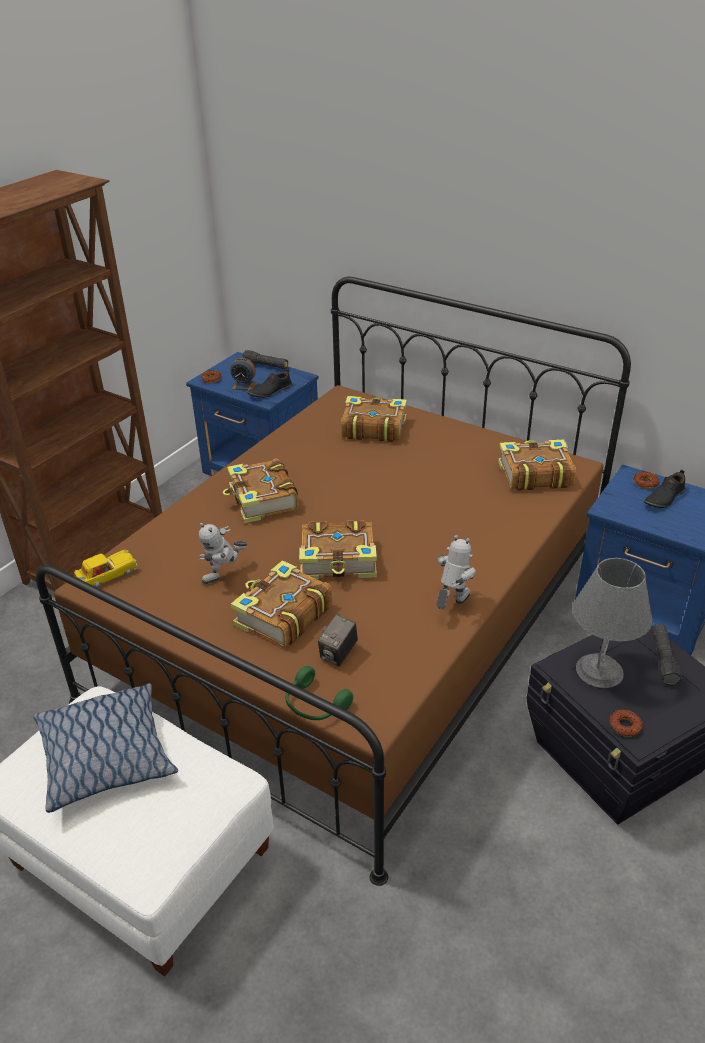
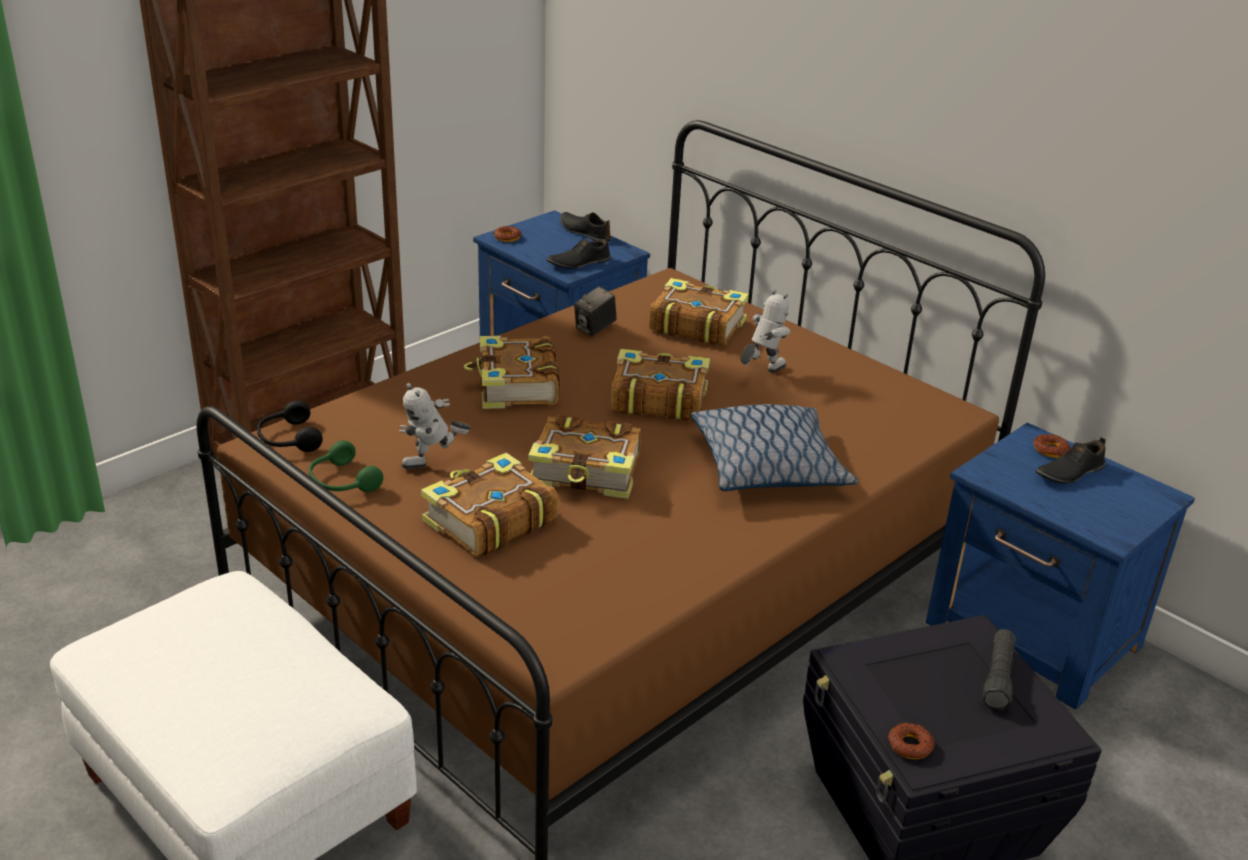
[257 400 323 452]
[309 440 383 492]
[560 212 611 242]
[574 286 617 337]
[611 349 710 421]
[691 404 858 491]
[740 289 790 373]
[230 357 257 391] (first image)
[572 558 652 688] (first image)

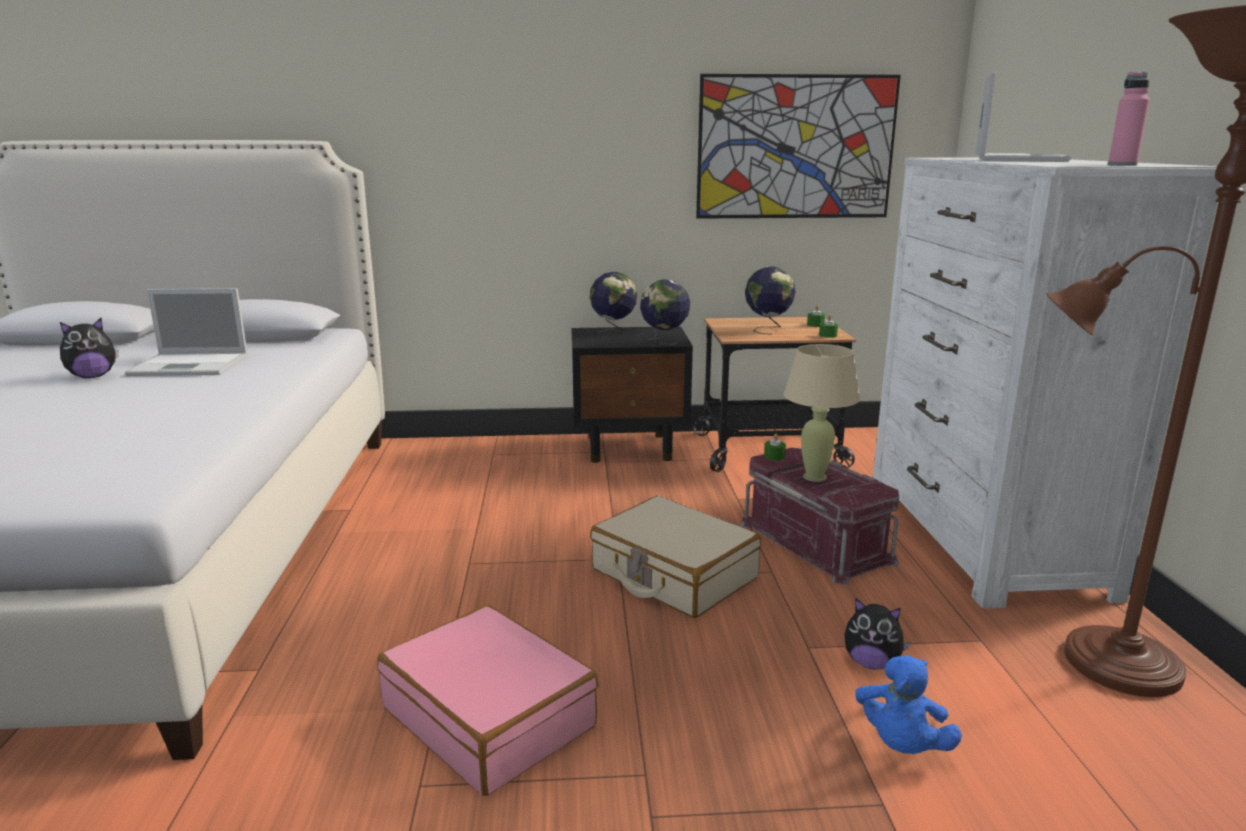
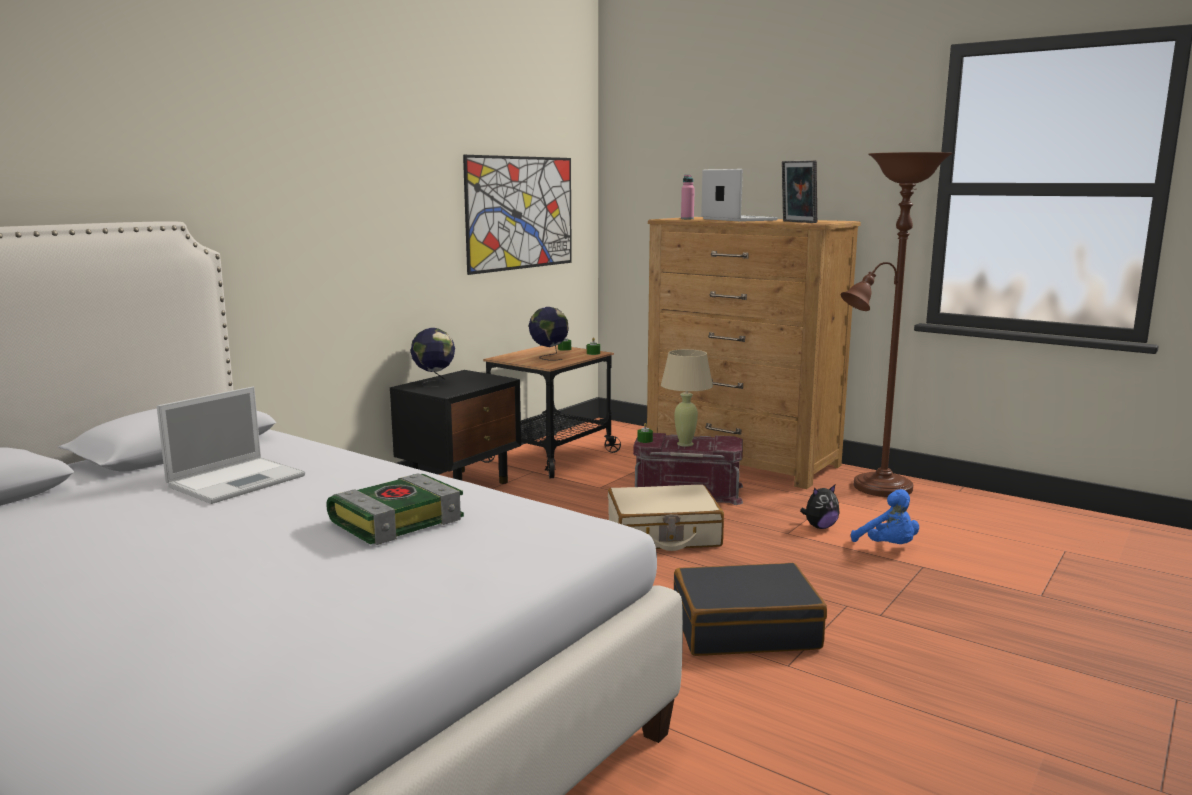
[326 473 464 545]
[647 217 861 489]
[674 563 827 656]
[681 175 695 219]
[782 160 817 223]
[60 318 119 378] (first image)
[640 279 690 346] (first image)

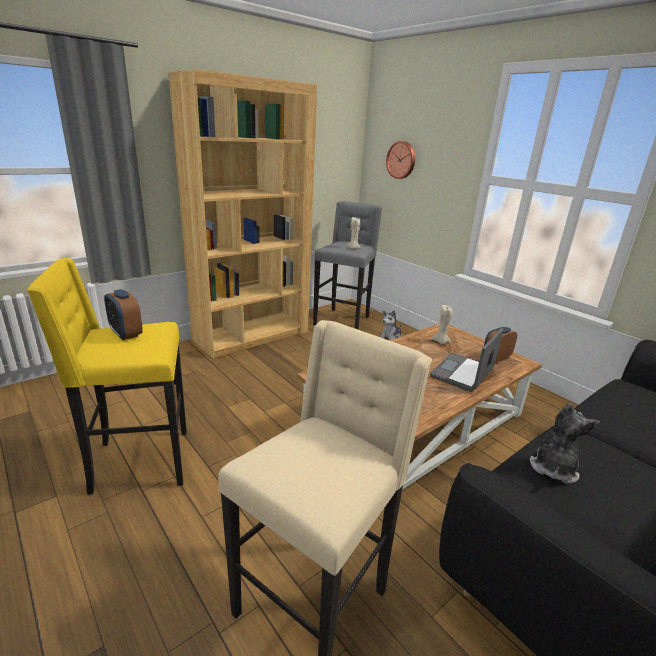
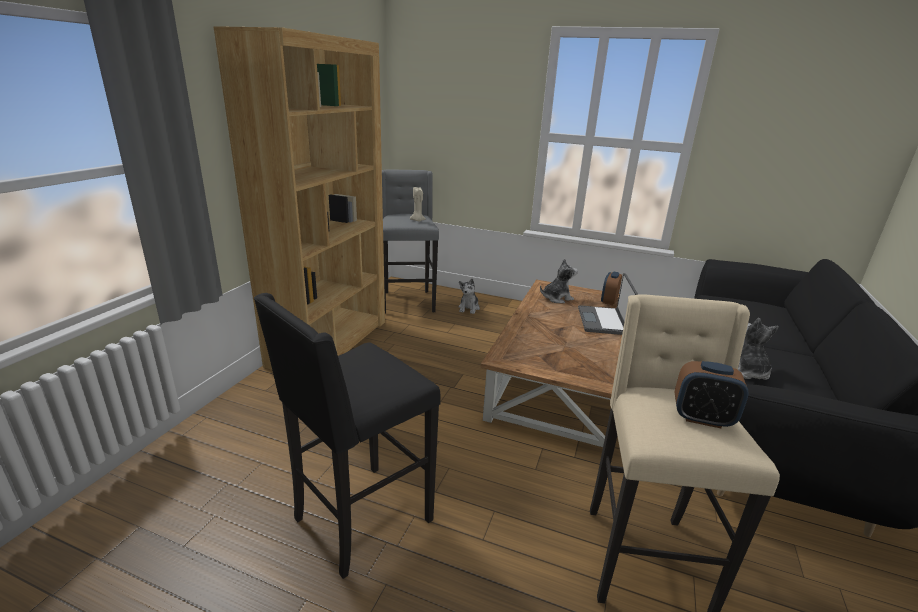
[254 293 440 579]
[540 258 578 303]
[675 361 749 428]
[386 141 415 179] (first image)

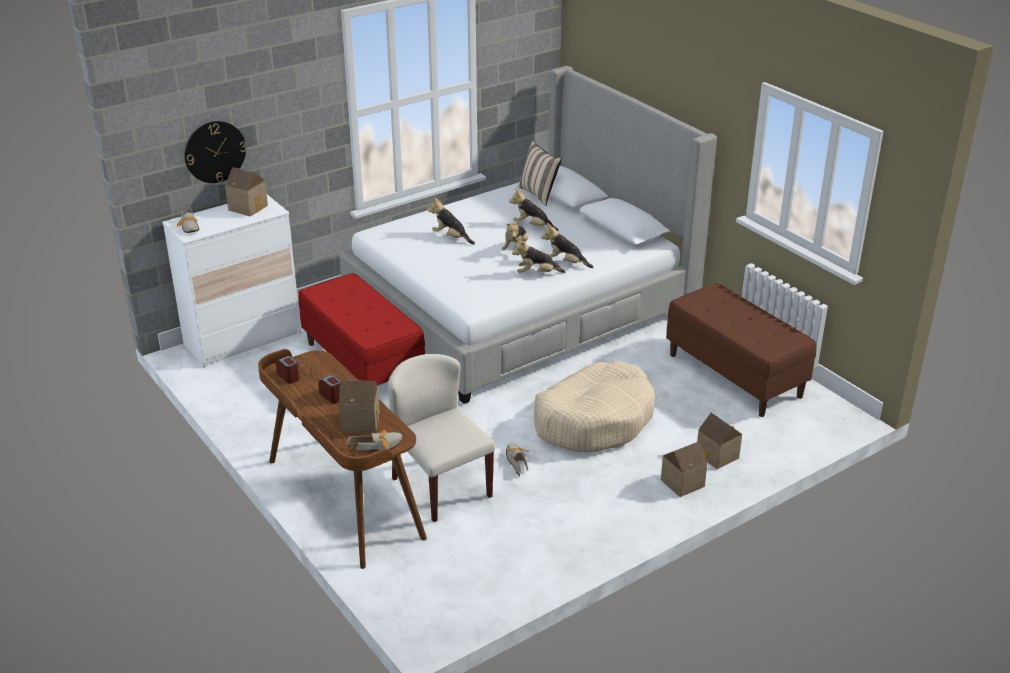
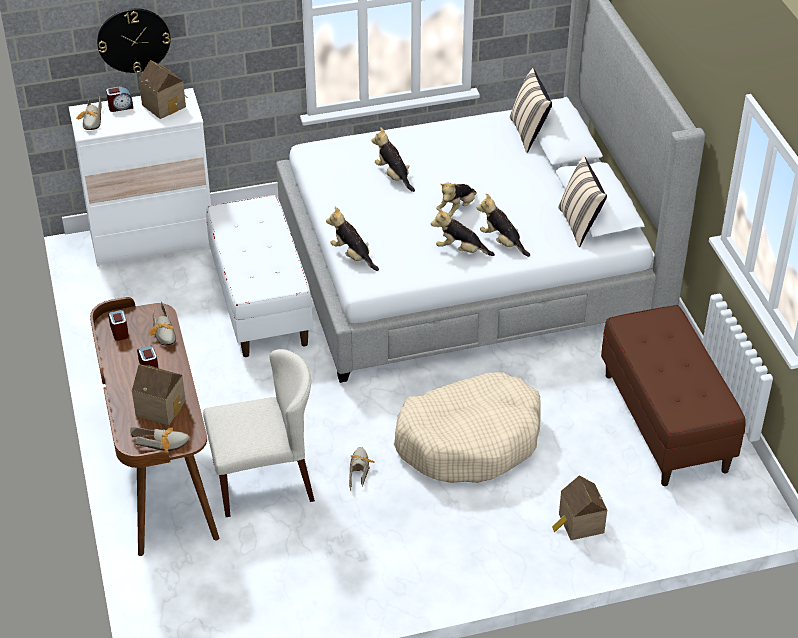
[106 86 133 112]
[149 302 176 345]
[203 349 315 517]
[206 195 313 357]
[326 207 379 271]
[558 157 607 247]
[661 441 708 497] (first image)

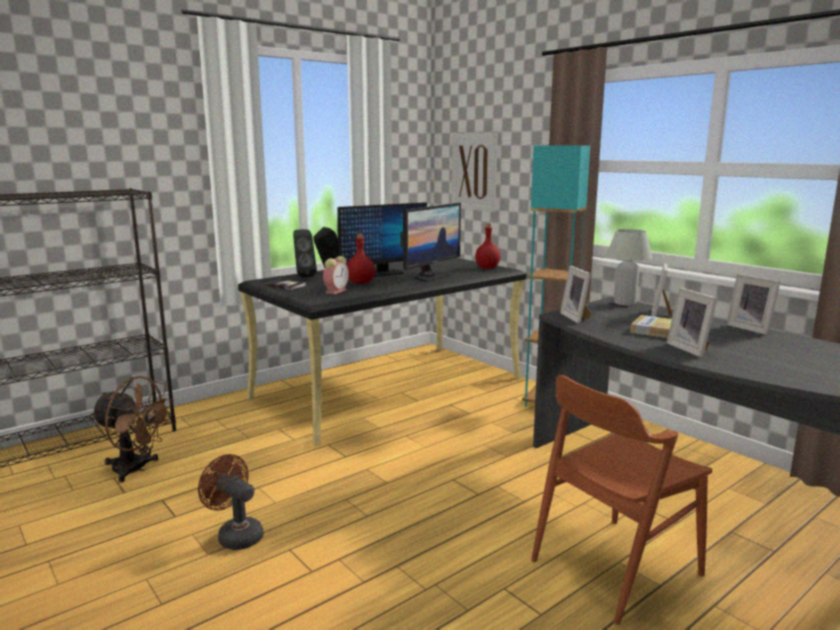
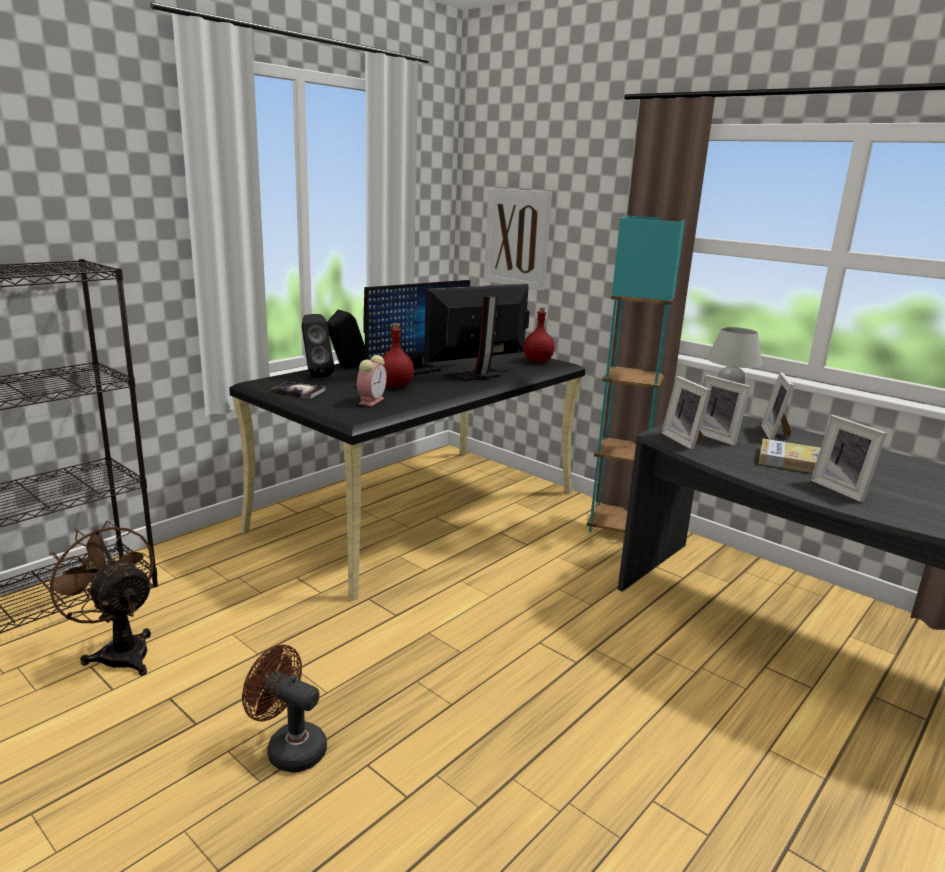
[42 521 154 676]
[424 284 530 381]
[700 375 751 446]
[531 375 712 625] (first image)

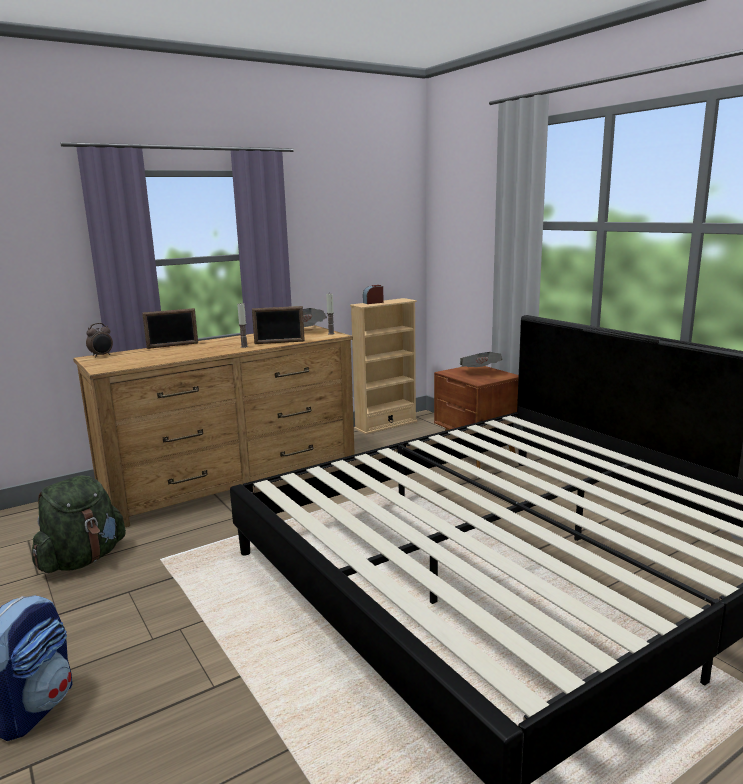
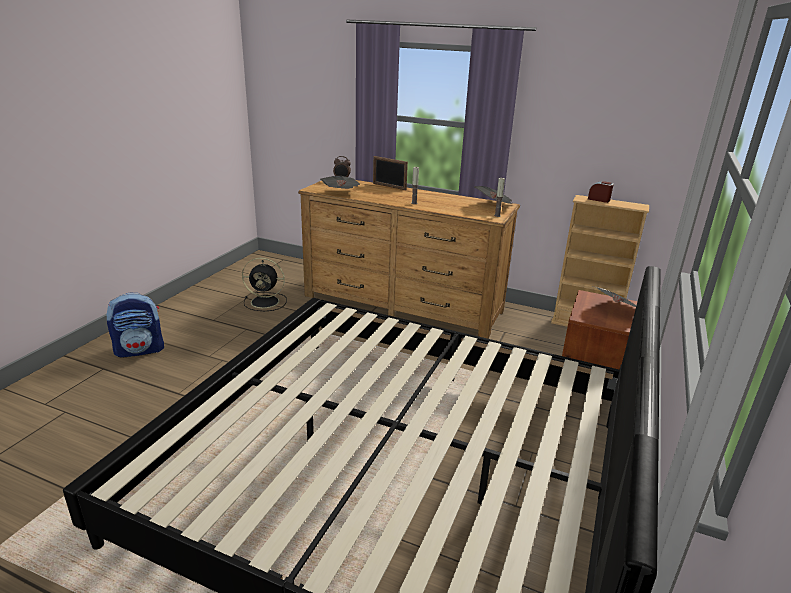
[242 258 287 311]
[320 176 360 189]
[252 306 305 344] (first image)

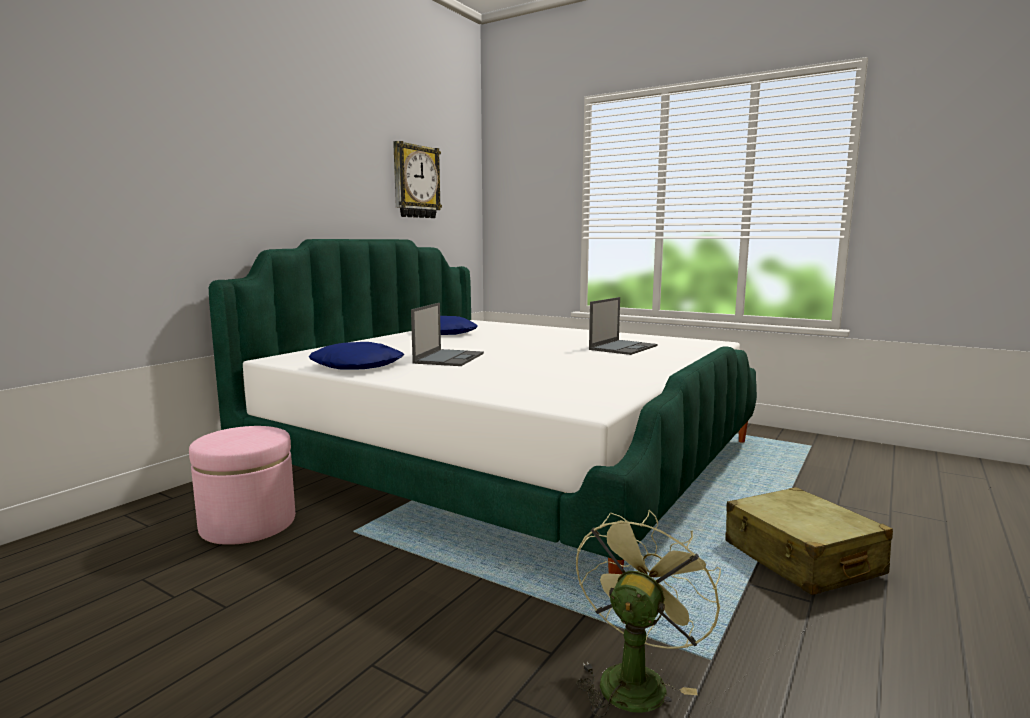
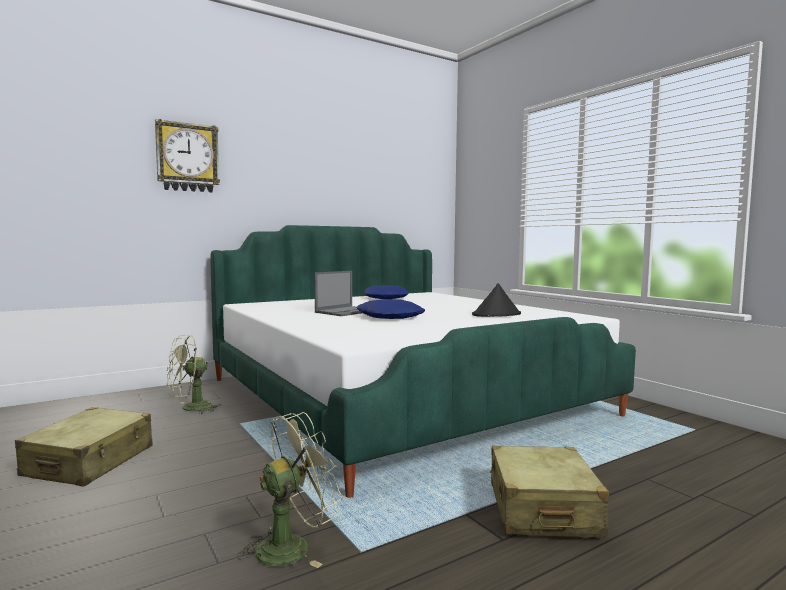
[15 407 153 487]
[155 119 220 192]
[167 335 222 415]
[356 299 425 319]
[472 283 521 317]

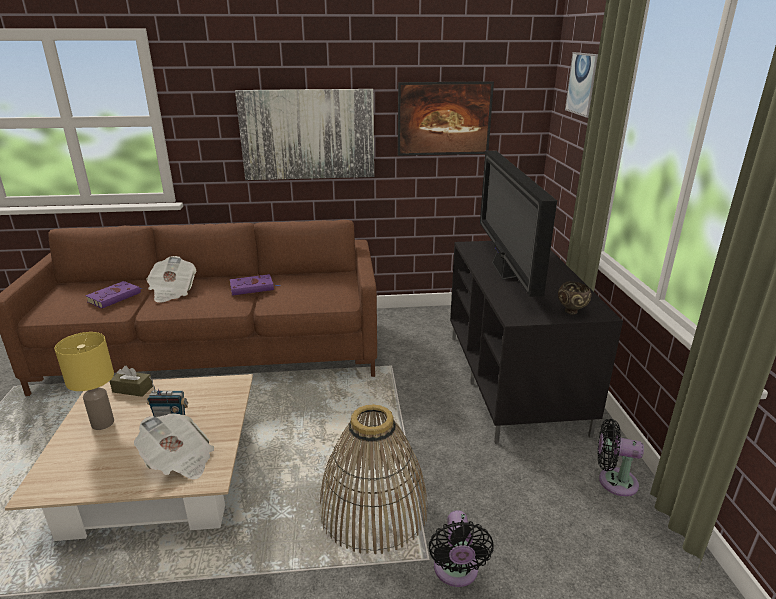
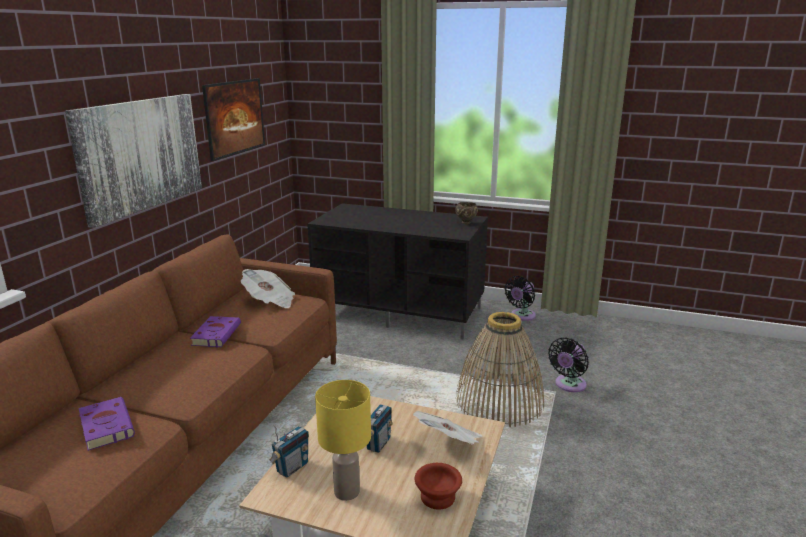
[241 269 295 308]
[270 424 309 478]
[415 463 462 510]
[548 337 589 392]
[480 151 557 297] (first image)
[565 52 598 118] (first image)

